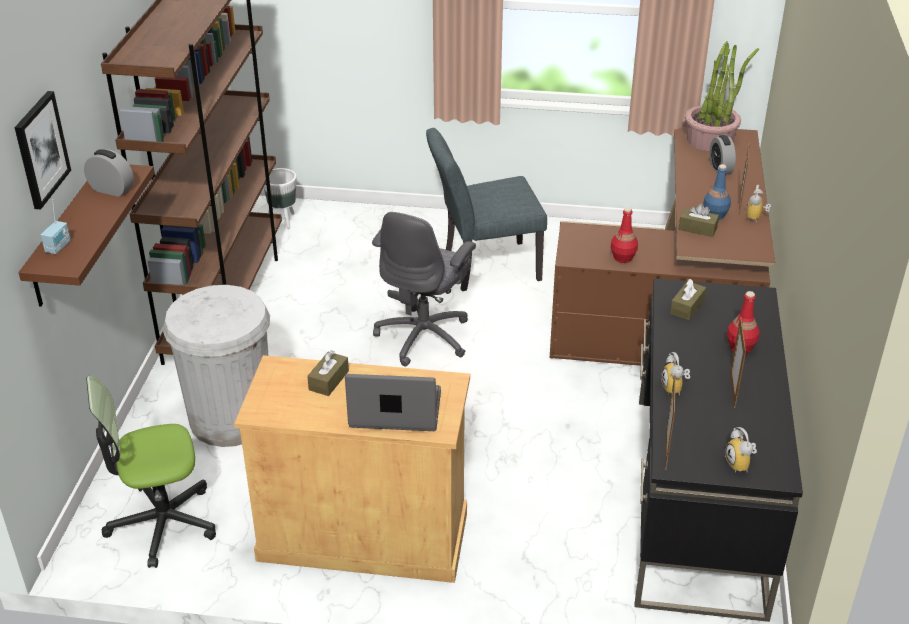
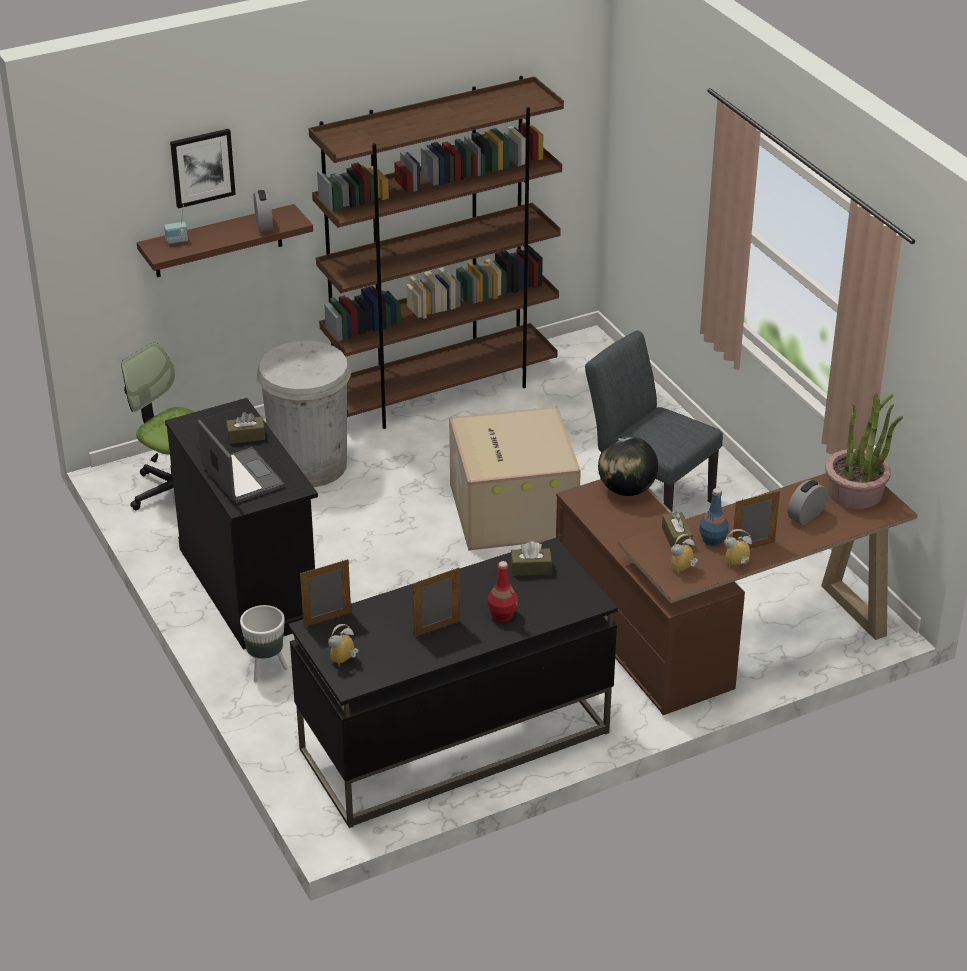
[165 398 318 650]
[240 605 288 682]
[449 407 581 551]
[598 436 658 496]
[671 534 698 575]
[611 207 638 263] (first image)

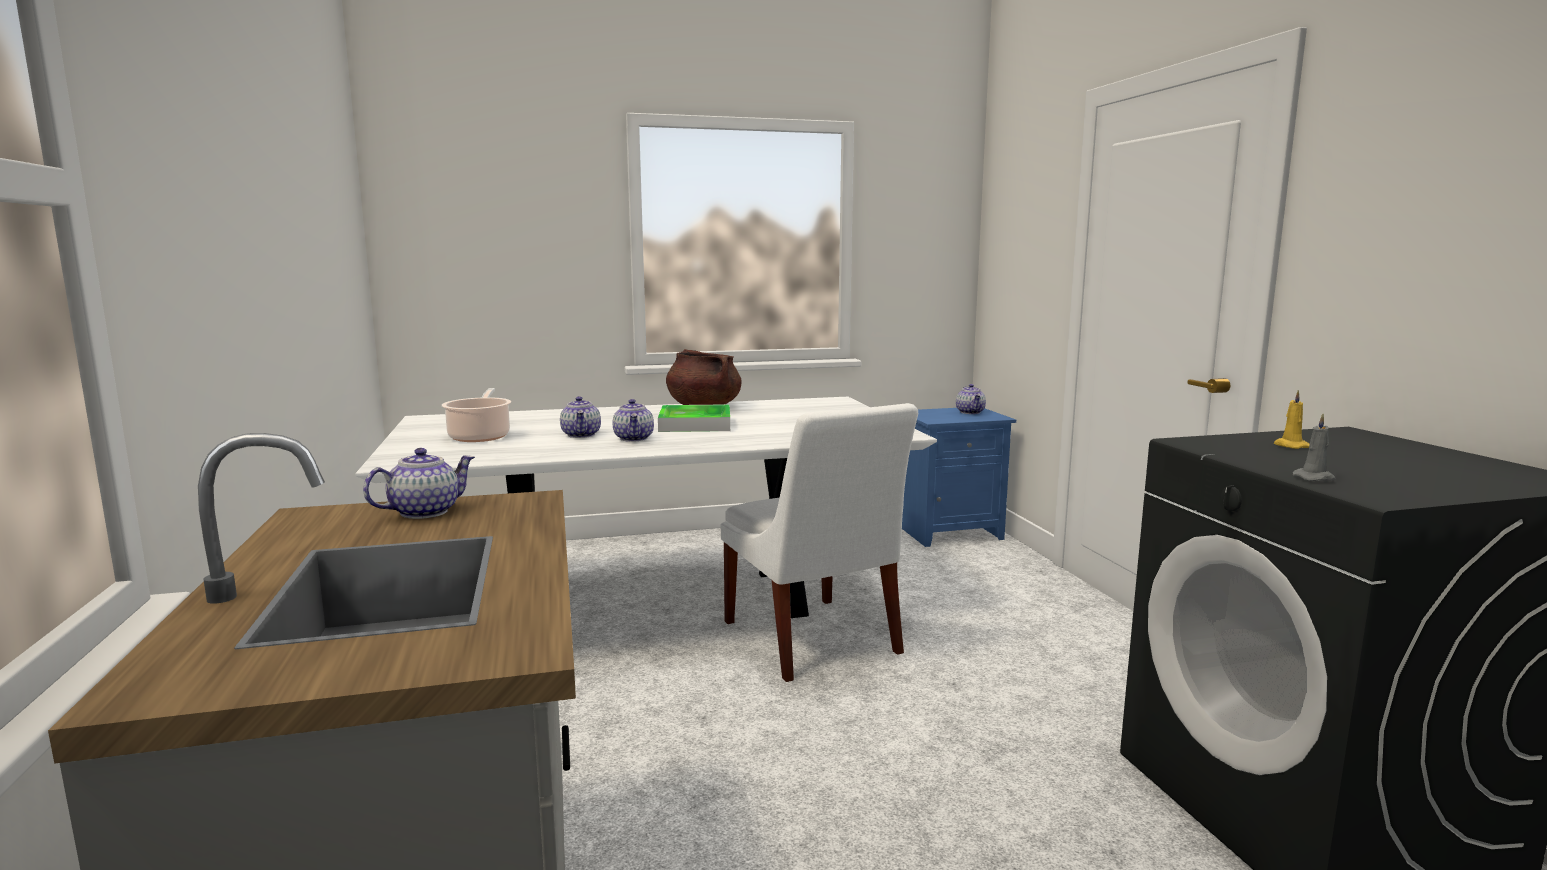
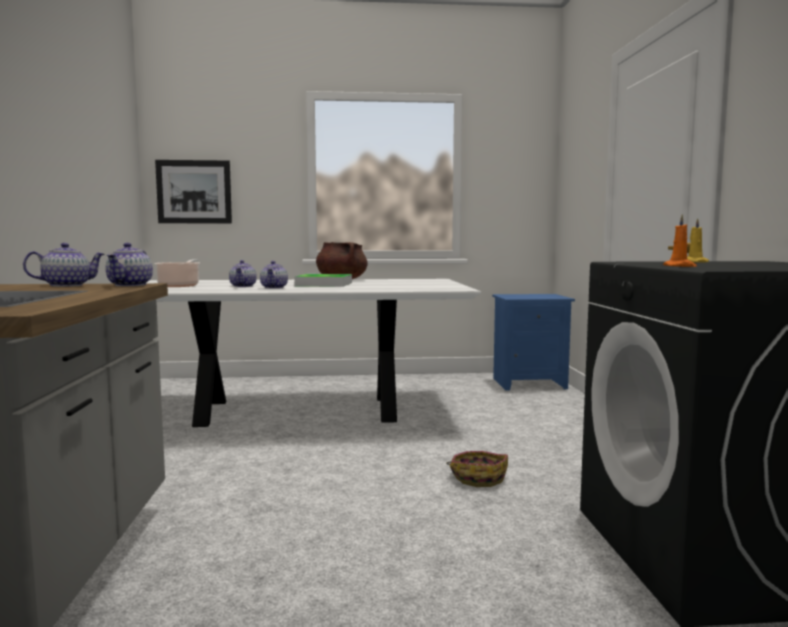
[106 243 153 286]
[155 160 232 223]
[446 451 508 487]
[663 214 697 267]
[721 403 918 682] (first image)

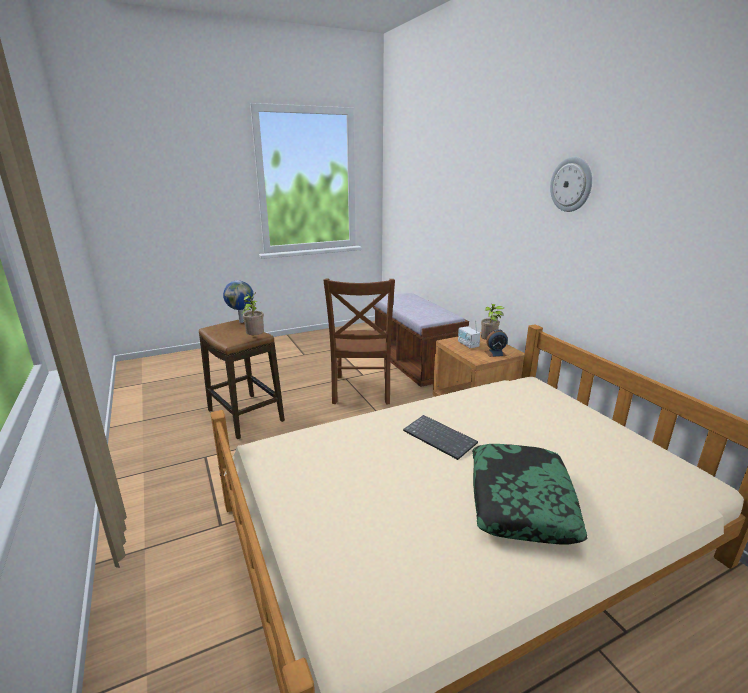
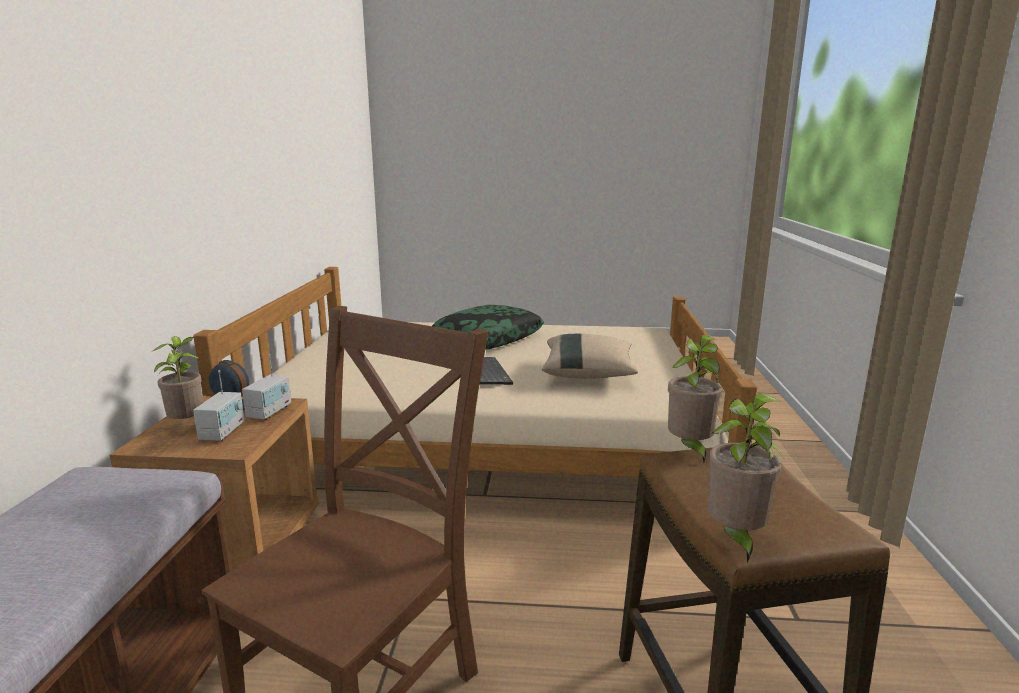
[242 354 291 420]
[542 334 638 379]
[708 393 785 562]
[550 157 592 212] (first image)

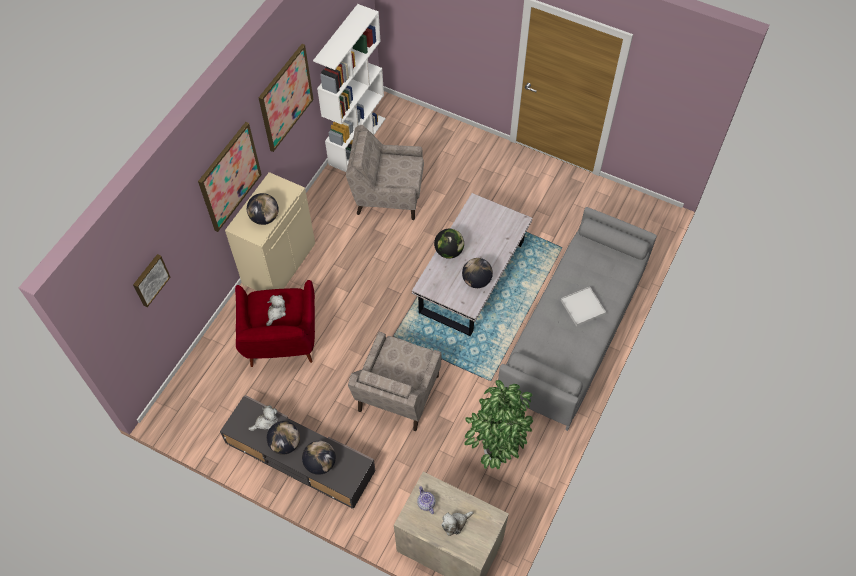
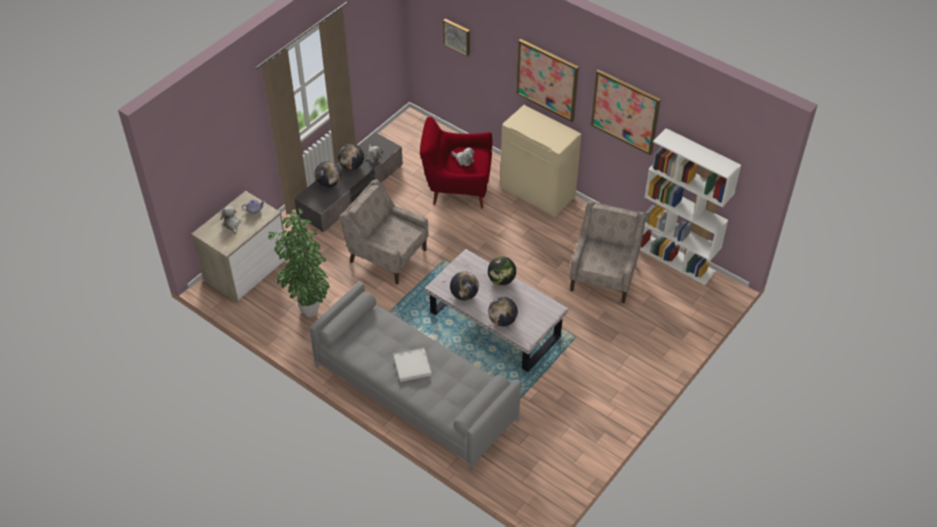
[488 297 518 327]

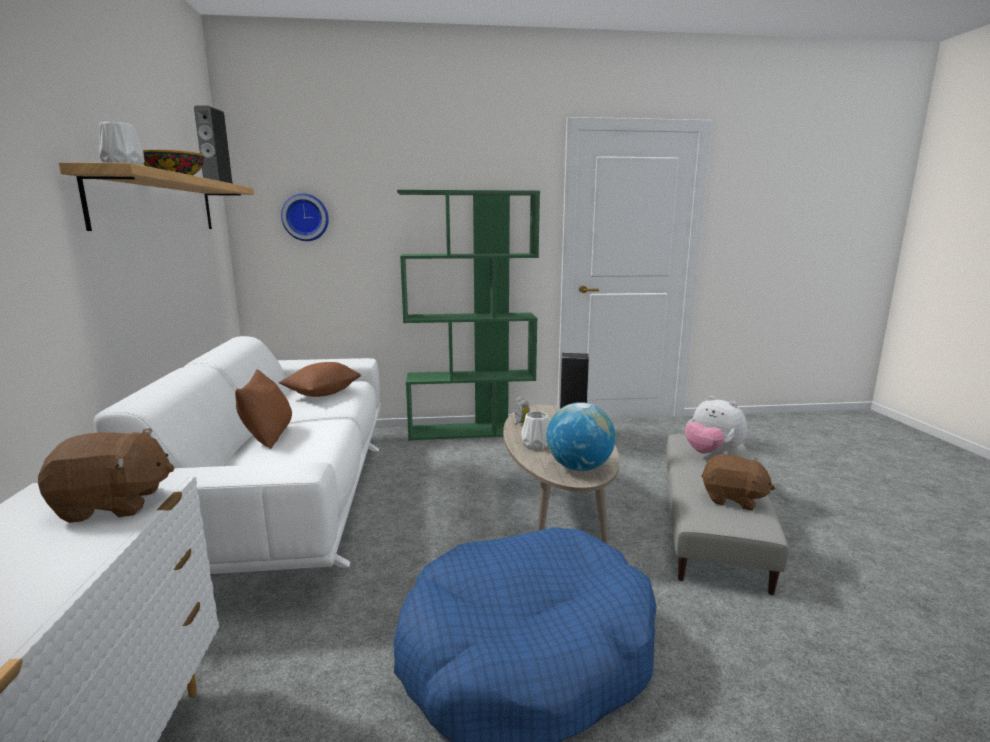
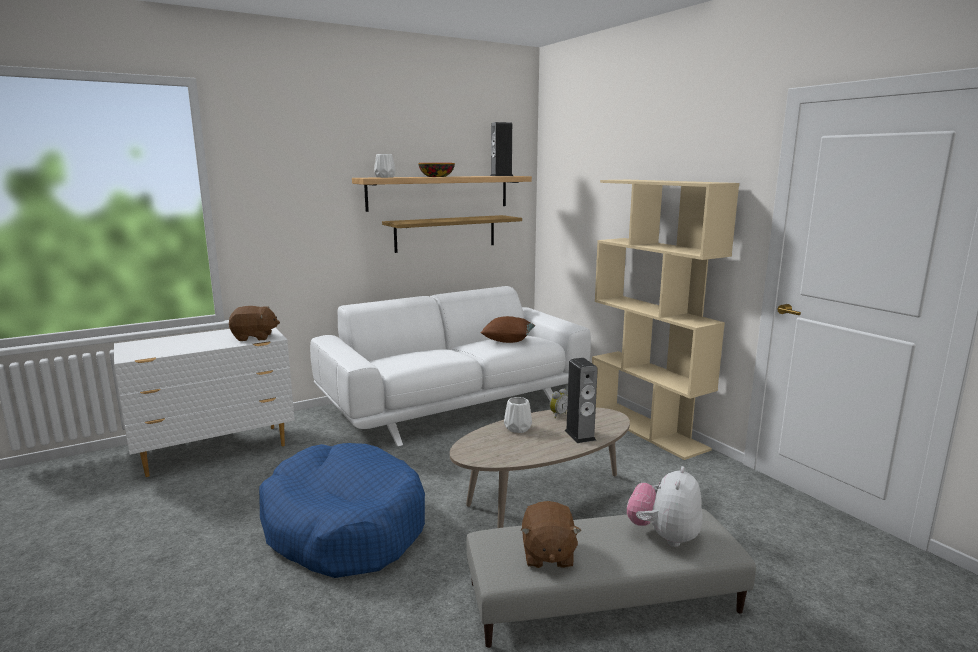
[229 306 280 341]
[382 215 522 253]
[592 180 739 460]
[235 369 292 449] (first image)
[281 193 329 241] (first image)
[547 402 616 471] (first image)

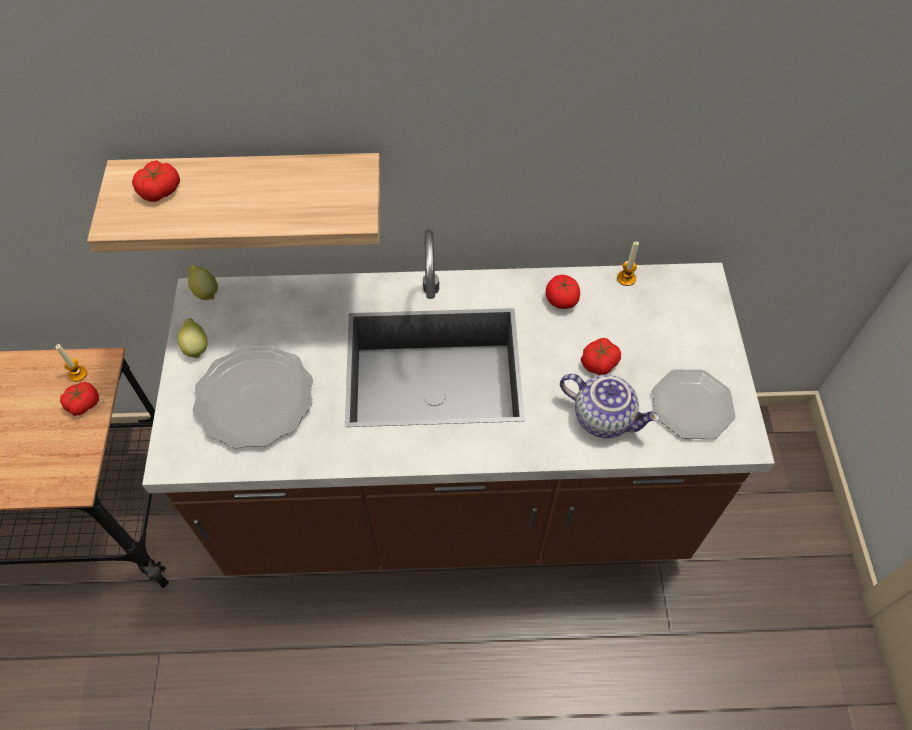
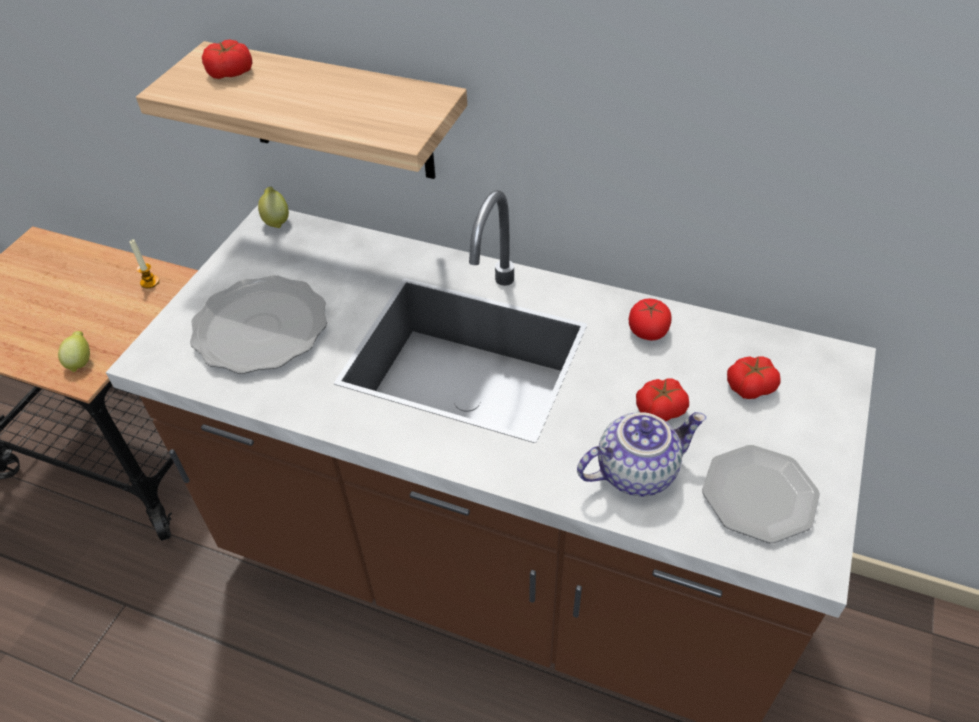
[58 331 90 372]
[577 412 706 496]
[727 356 781 399]
[617 241 639 286] (first image)

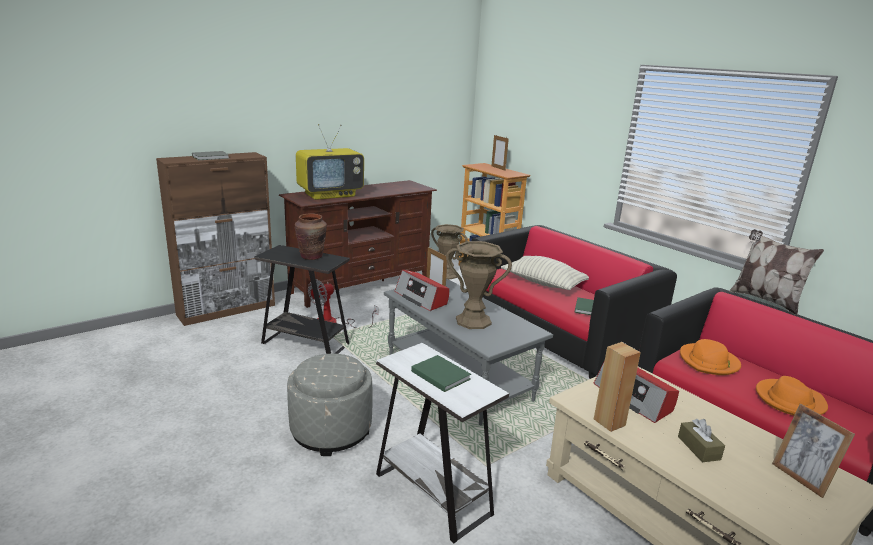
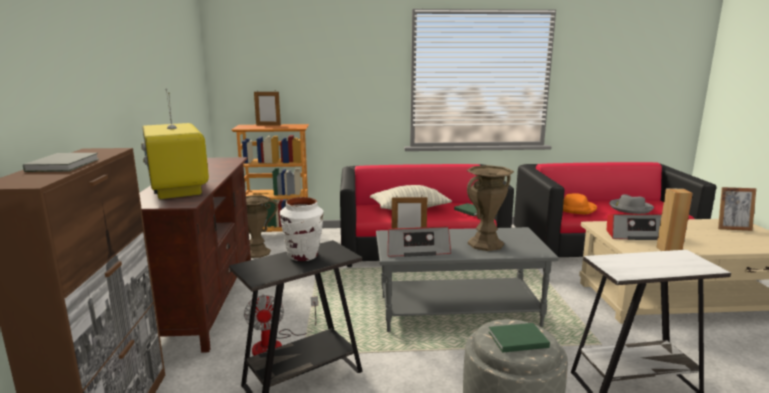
[141 89 209 199]
[280 197 324 261]
[489 323 550 353]
[609 194 654 214]
[678 419 725 462] (first image)
[729 229 824 315] (first image)

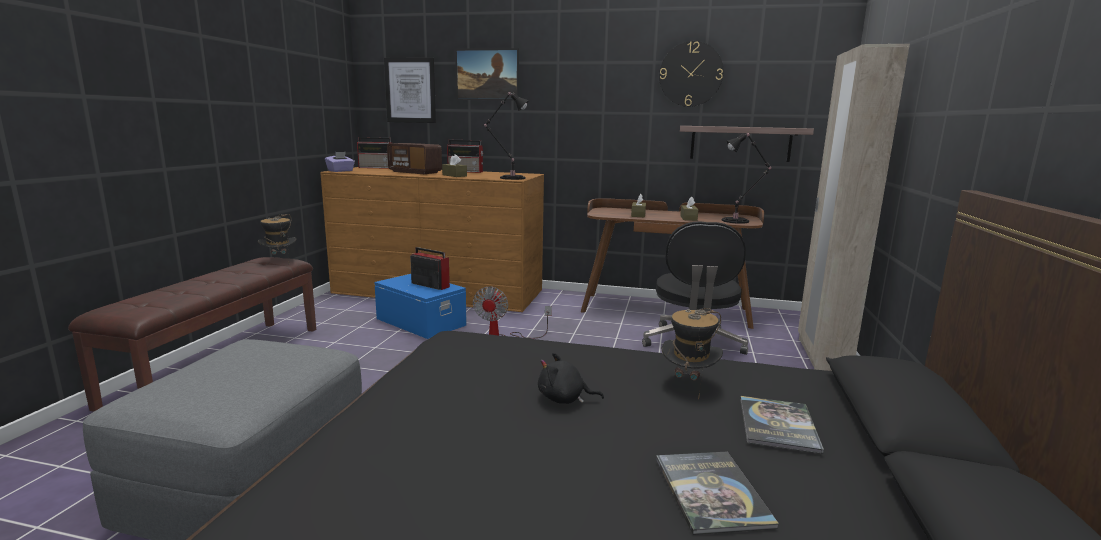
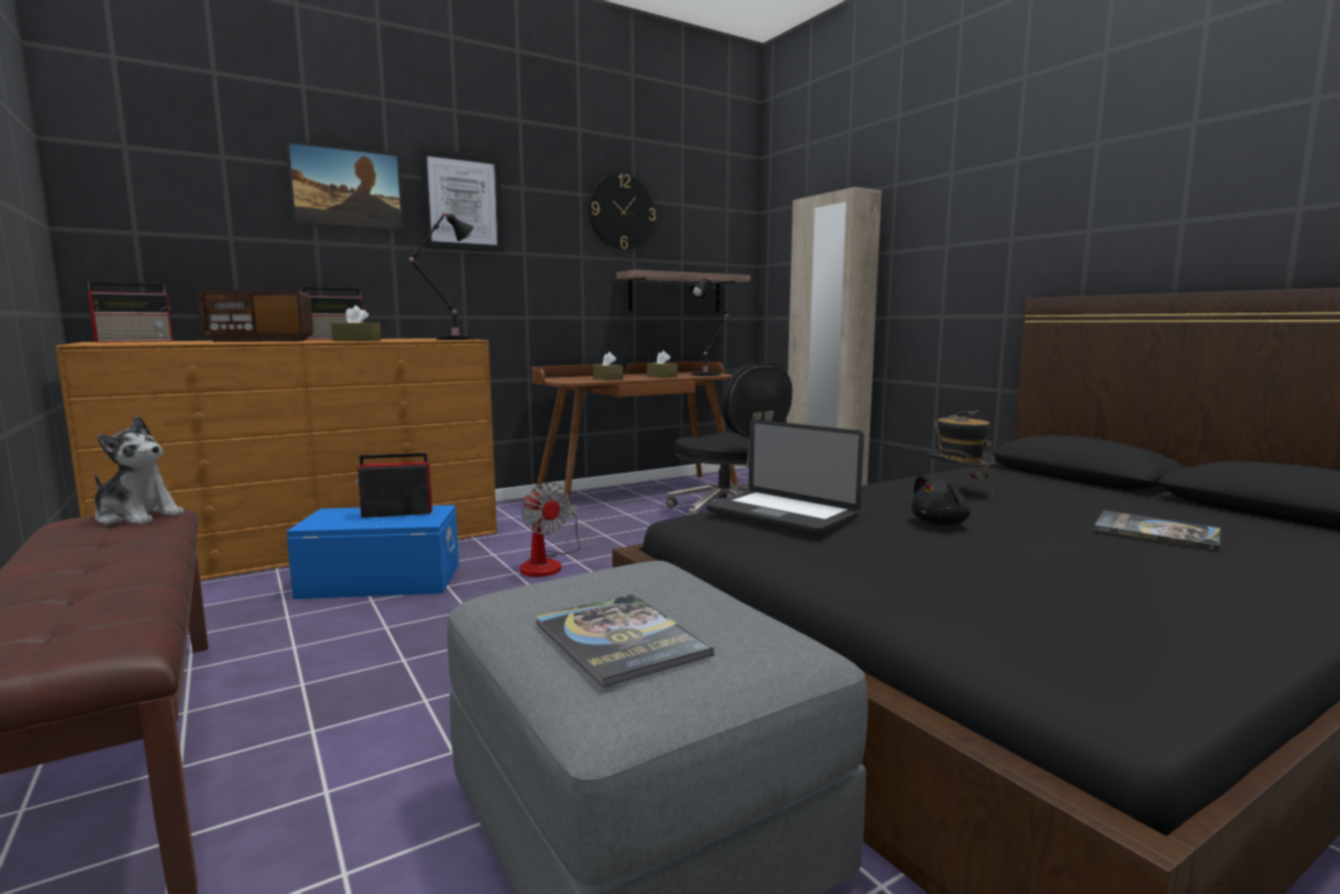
[95 416 184 525]
[419 148 504 252]
[536 594 714 688]
[706 419 864 535]
[325 152 355 172] (first image)

